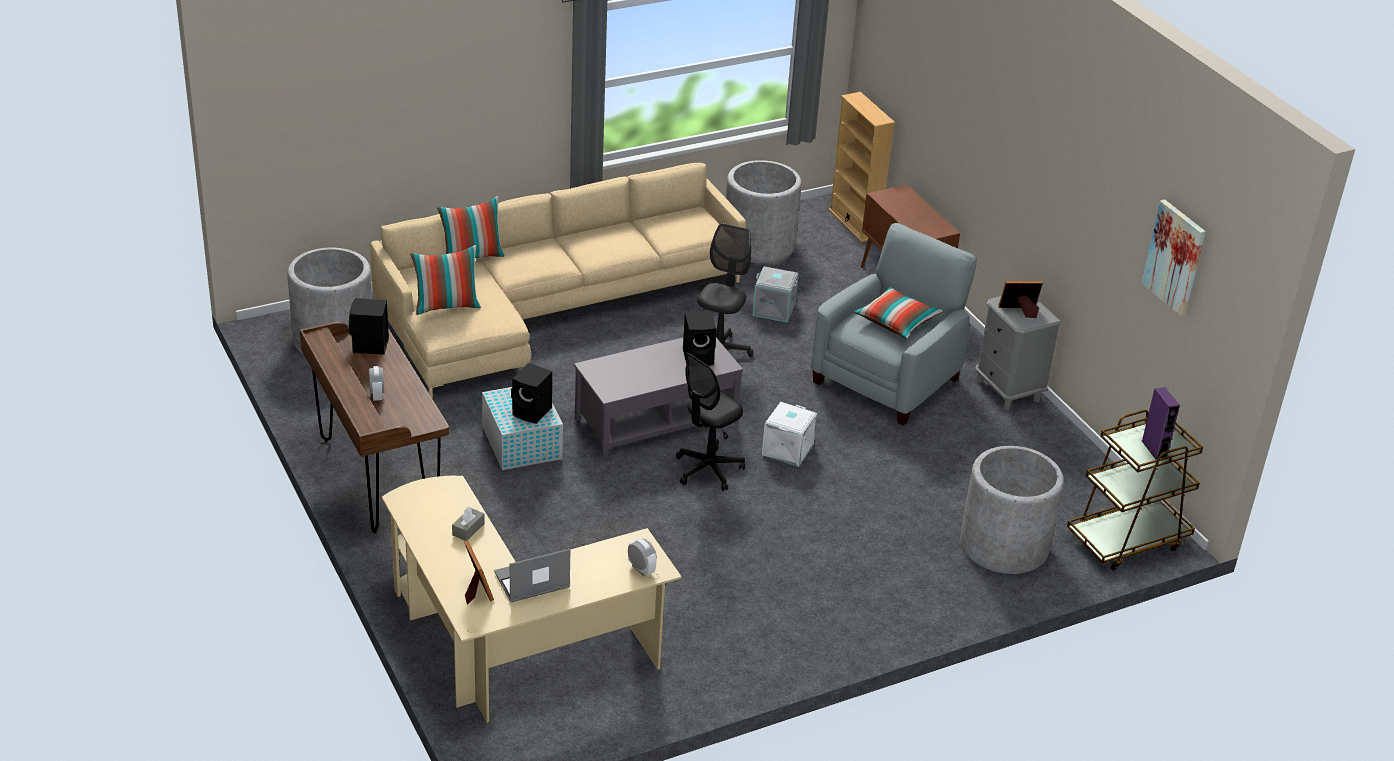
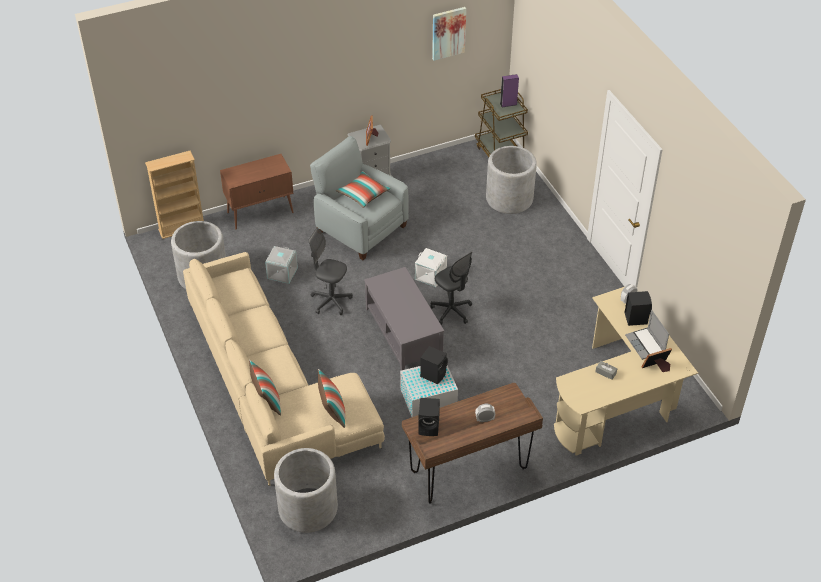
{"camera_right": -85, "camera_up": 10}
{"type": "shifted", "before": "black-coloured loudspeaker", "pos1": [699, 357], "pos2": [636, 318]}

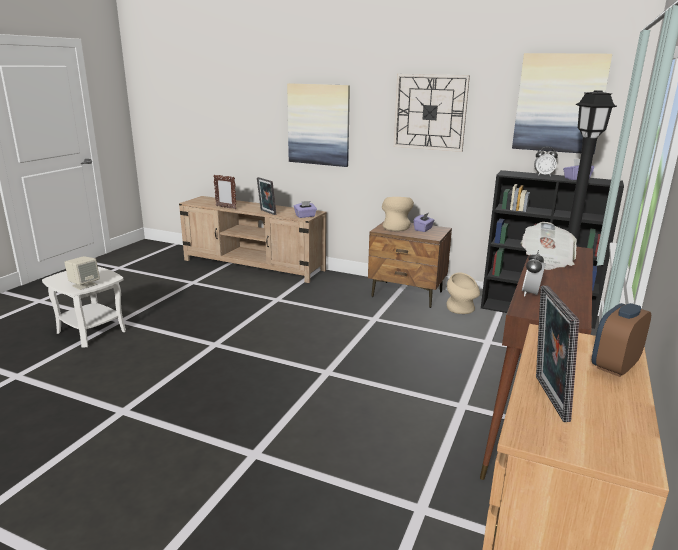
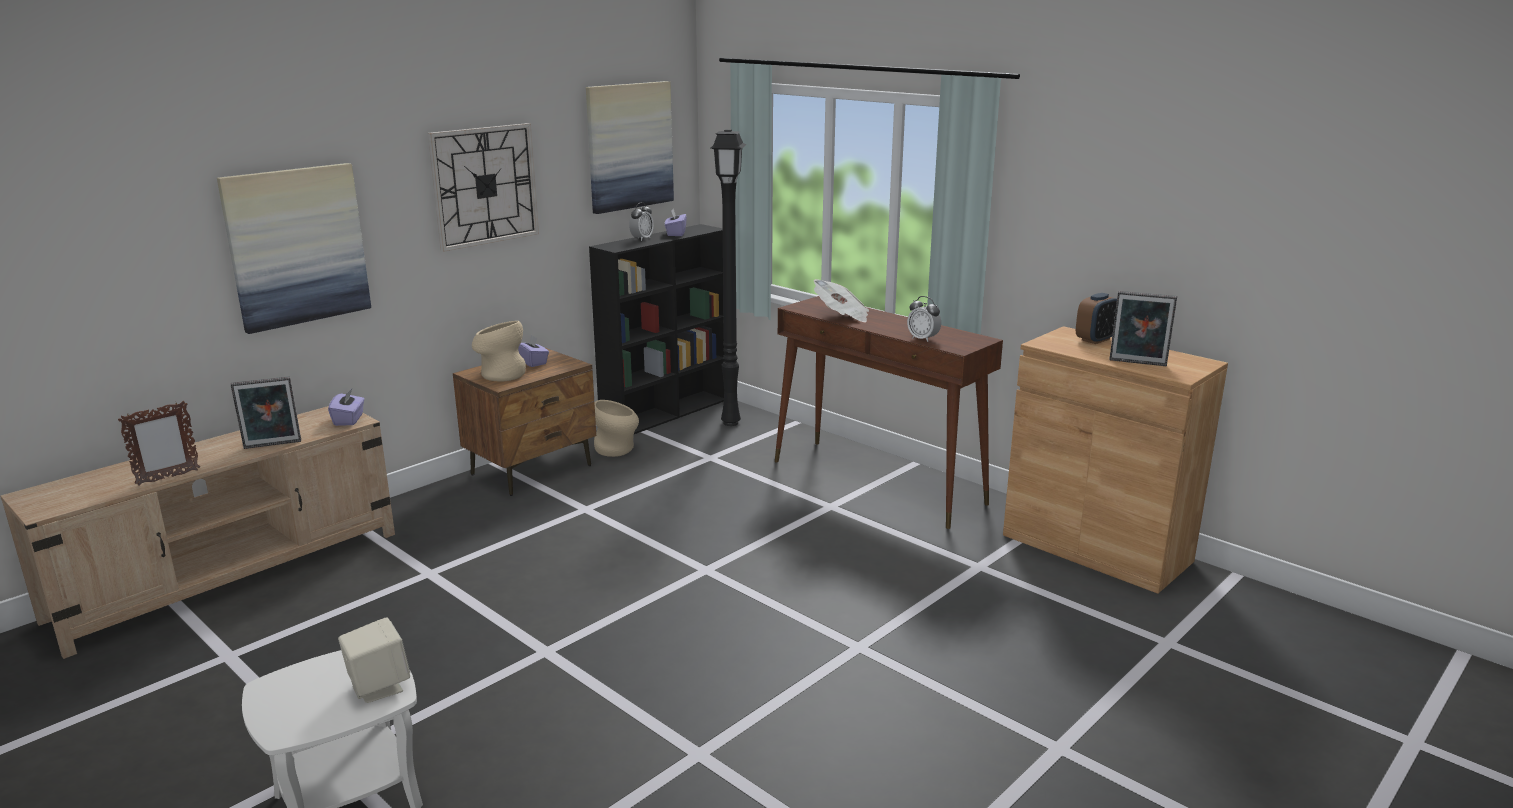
{"camera_right": -70, "camera_up": 0}
{"type": "rotated", "before": "bedside clock", "pos1": [614, 366], "pos2": [1095, 339], "turn": -105}

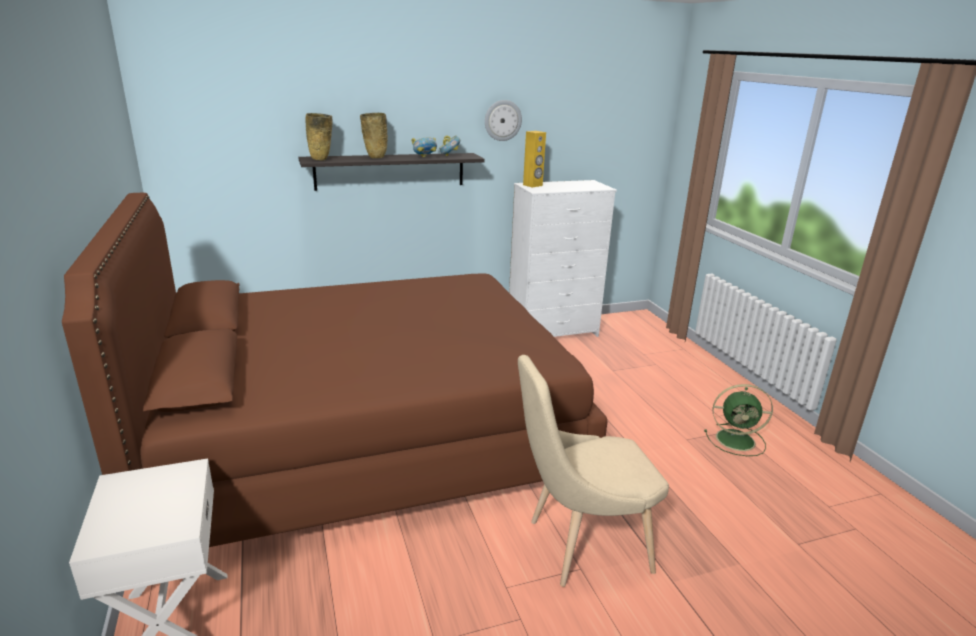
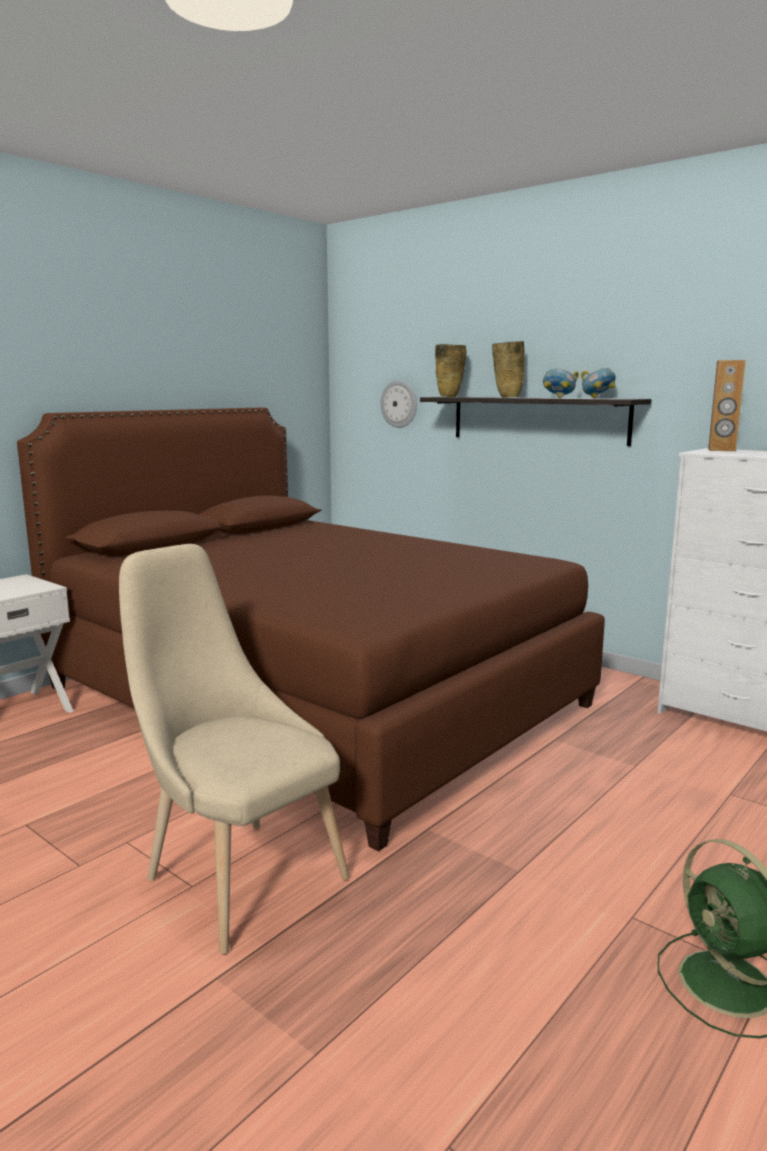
{"camera_right": 60, "camera_up": -10}
{"type": "shifted", "before": "clock on the wall", "pos1": [502, 120], "pos2": [399, 404]}
{"type": "repainted", "before": "yellow-coloured loudspeaker", "after": "brownish loudspeaker", "pos1": [533, 185], "pos2": [721, 450]}

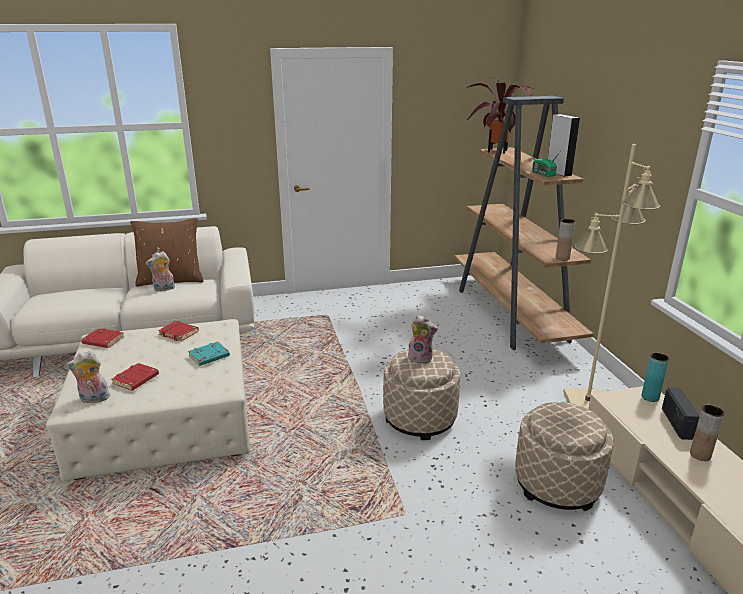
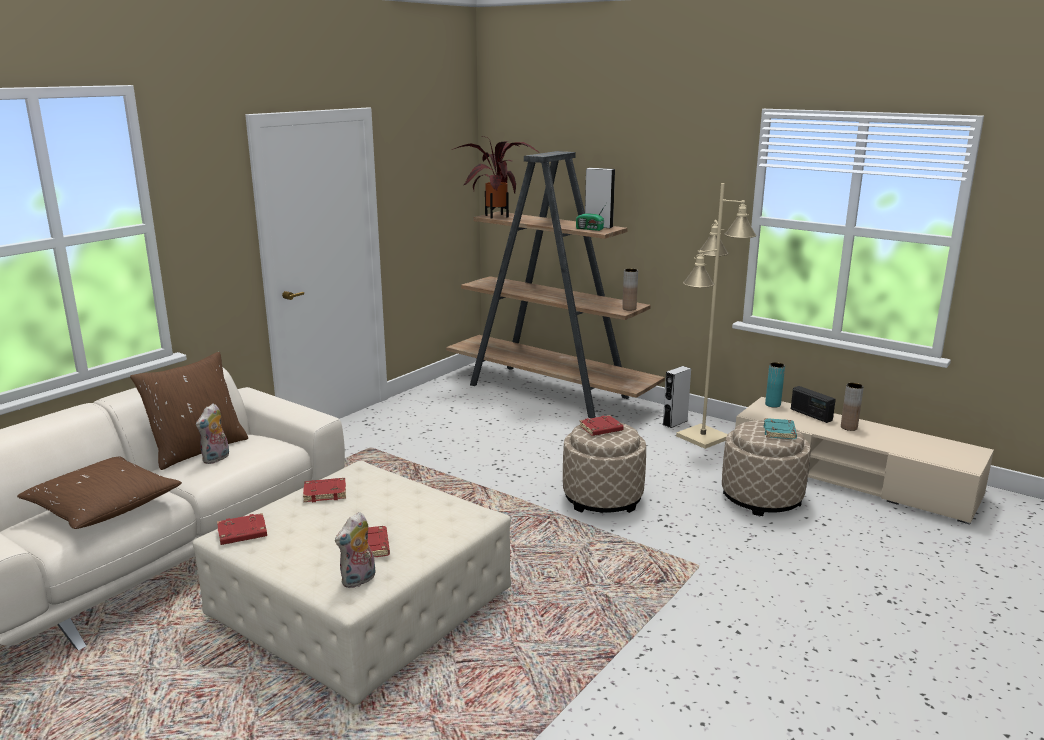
{"camera_right": -40, "camera_up": -5}
{"type": "new", "after": "brownish cushion", "pos2": [103, 506]}
{"type": "new", "after": "greyish loudspeaker", "pos2": [675, 422]}
{"type": "shifted", "before": "turquoise-coloured volume", "pos1": [209, 357], "pos2": [780, 432]}
{"type": "swapped", "before": "plush toy", "after": "reddish volume", "pos1": [421, 358], "pos2": [601, 429]}

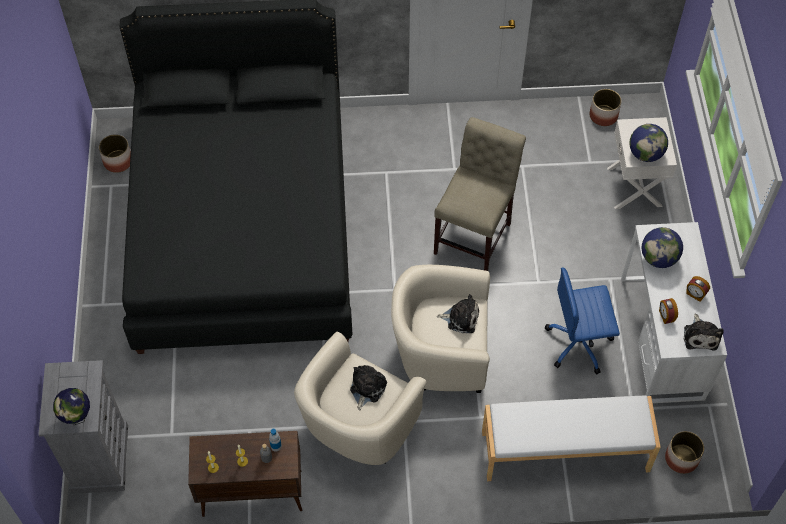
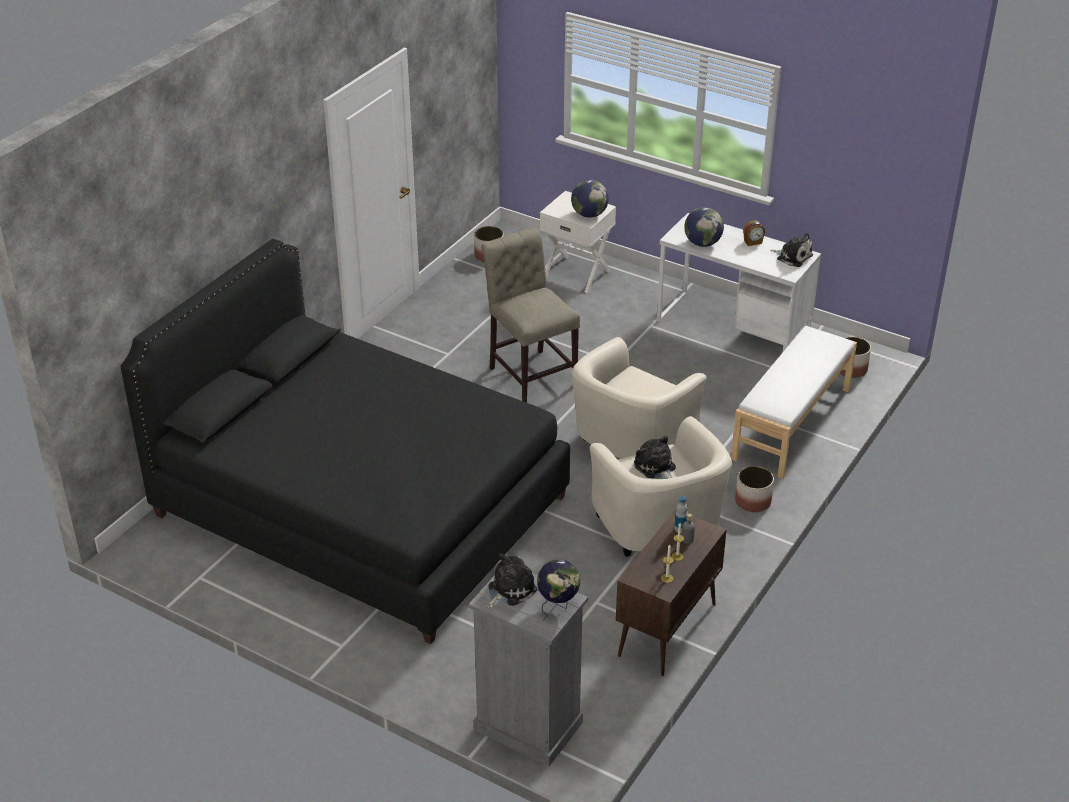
{"camera_right": -55, "camera_up": -20}
{"type": "gone", "before": "blue computer chair", "pos1": [579, 343]}
{"type": "gone", "before": "bedside clock", "pos1": [666, 316]}
{"type": "shifted", "before": "plant pot", "pos1": [118, 161], "pos2": [752, 501]}
{"type": "shifted", "before": "plush toy", "pos1": [461, 318], "pos2": [509, 589]}

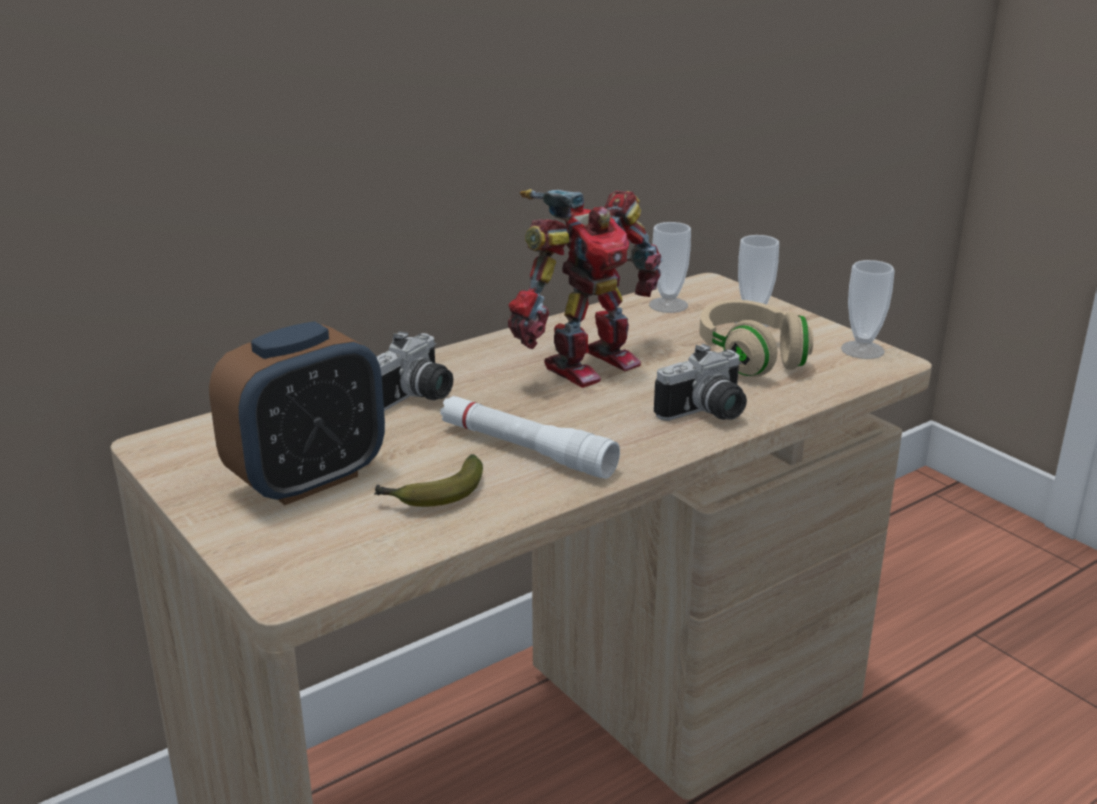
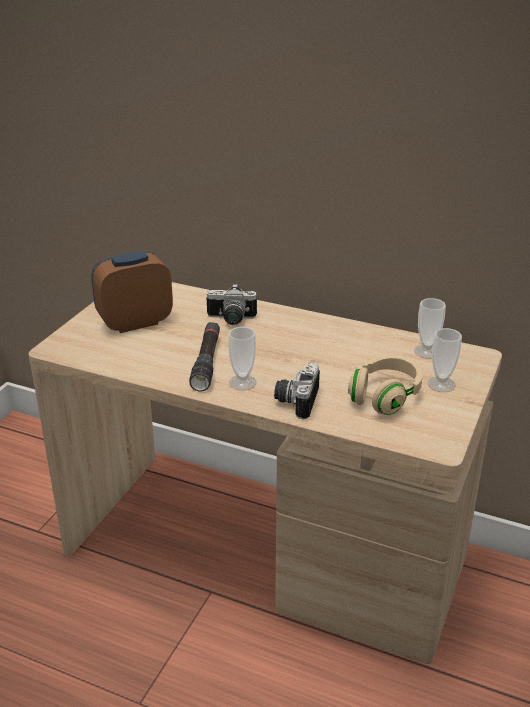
{"camera_right": 60, "camera_up": 5}
{"type": "gone", "before": "whole banana", "pos1": [433, 495]}
{"type": "gone", "before": "model robot", "pos1": [586, 364]}
{"type": "shifted", "before": "drinking cup", "pos1": [862, 350], "pos2": [242, 382]}
{"type": "repainted", "before": "whitish torch", "after": "black-coloured torch", "pos1": [526, 450], "pos2": [207, 362]}
{"type": "rotated", "before": "bedside clock", "pos1": [307, 480], "pos2": [135, 322], "turn": 135}
{"type": "rotated", "before": "photo camera", "pos1": [707, 414], "pos2": [295, 401], "turn": 75}

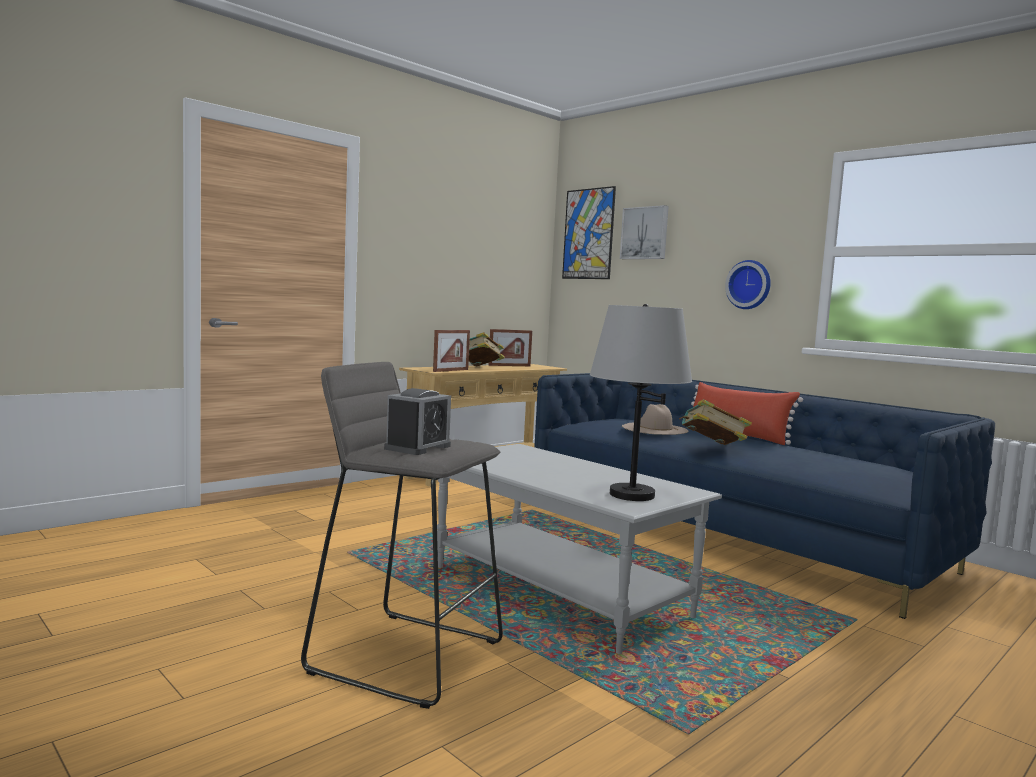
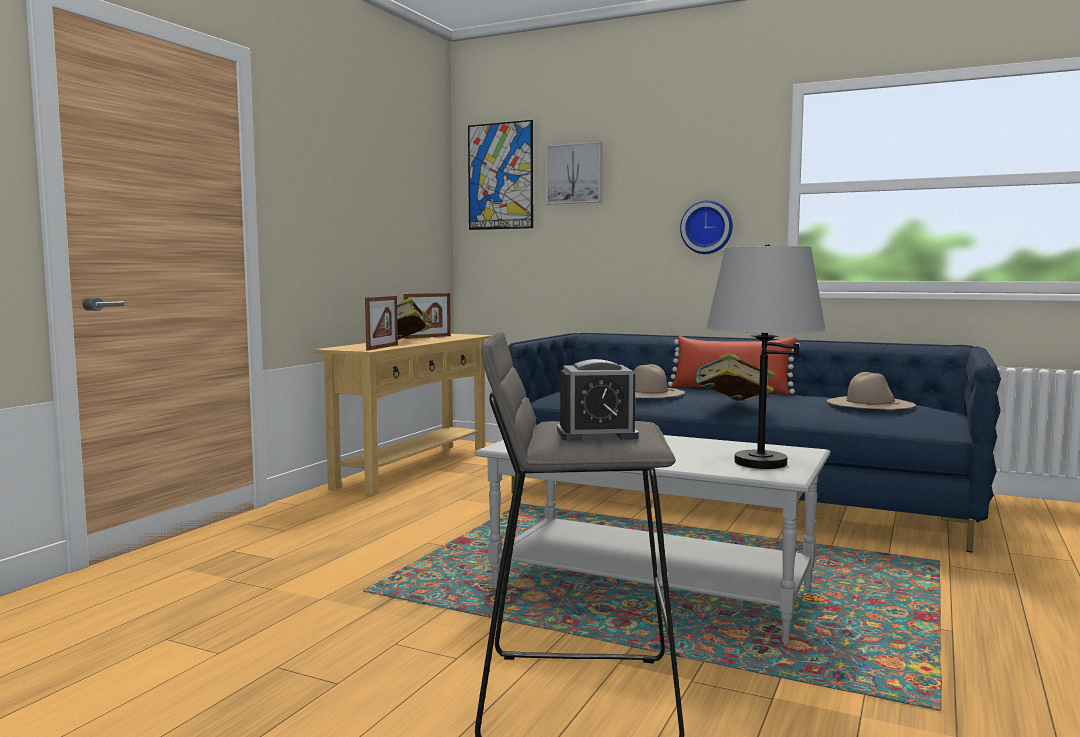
{"camera_right": -20, "camera_up": 0}
{"type": "new", "after": "beige-coloured clothing hat", "pos2": [870, 403]}
{"type": "rotated", "before": "bedside clock", "pos1": [418, 447], "pos2": [596, 434], "turn": 75}

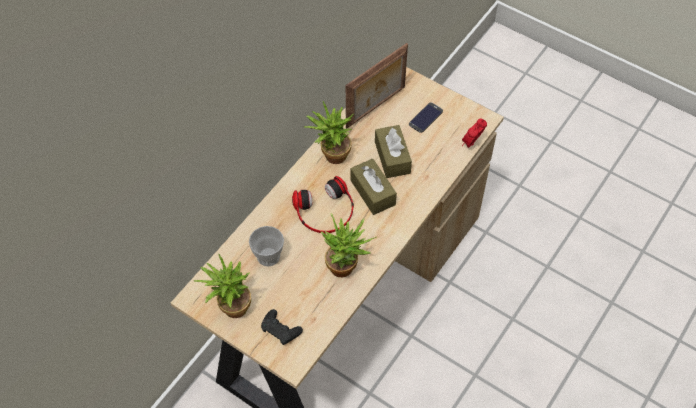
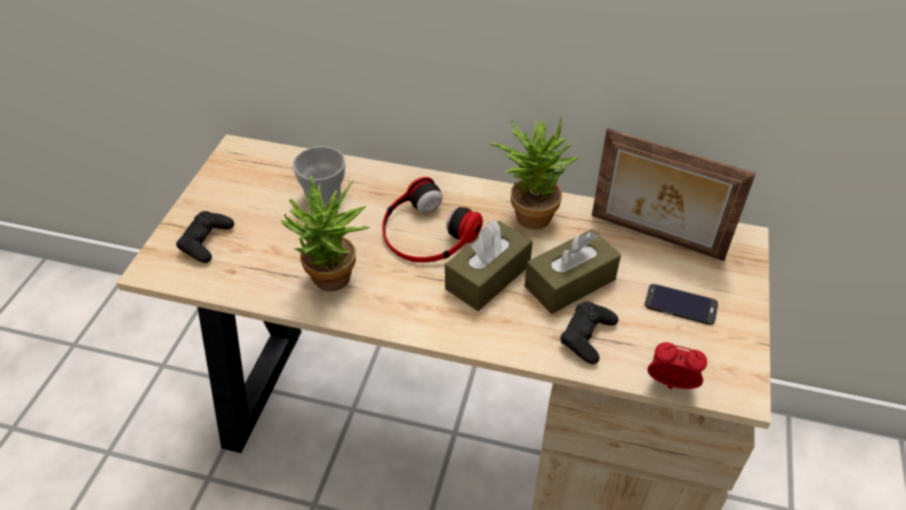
{"camera_right": 70, "camera_up": -10}
{"type": "gone", "before": "potted plant", "pos1": [230, 308]}
{"type": "new", "after": "black-coloured joypad", "pos2": [587, 336]}

